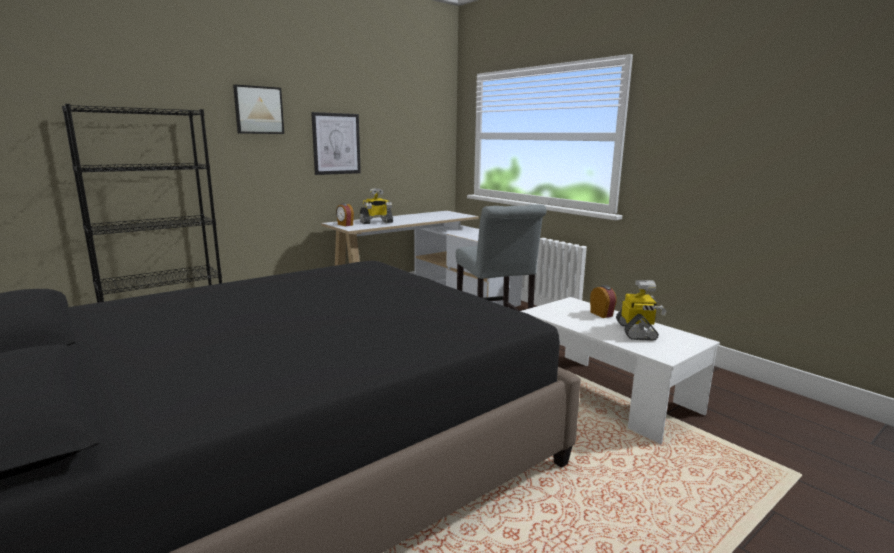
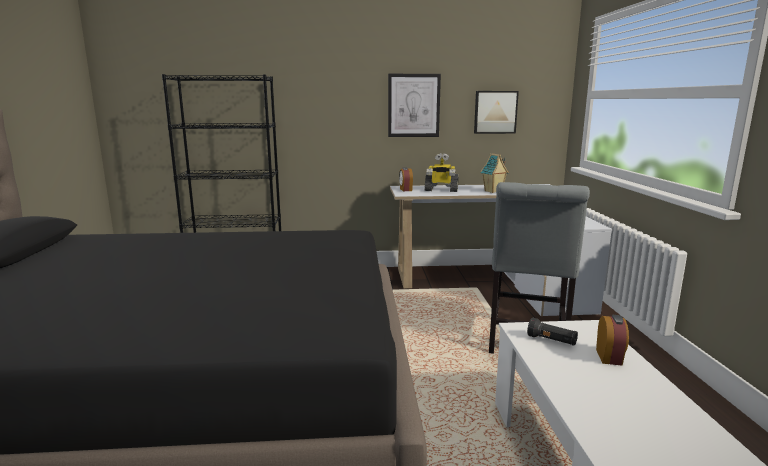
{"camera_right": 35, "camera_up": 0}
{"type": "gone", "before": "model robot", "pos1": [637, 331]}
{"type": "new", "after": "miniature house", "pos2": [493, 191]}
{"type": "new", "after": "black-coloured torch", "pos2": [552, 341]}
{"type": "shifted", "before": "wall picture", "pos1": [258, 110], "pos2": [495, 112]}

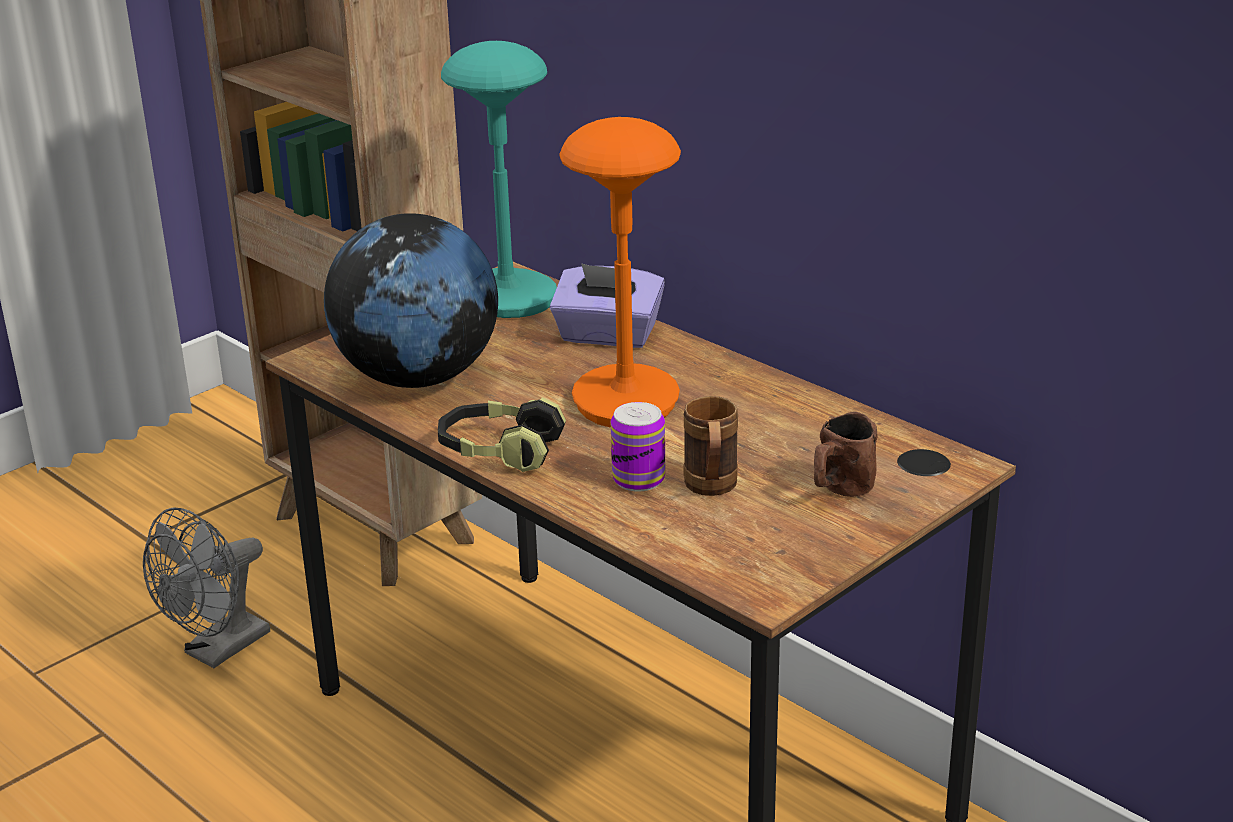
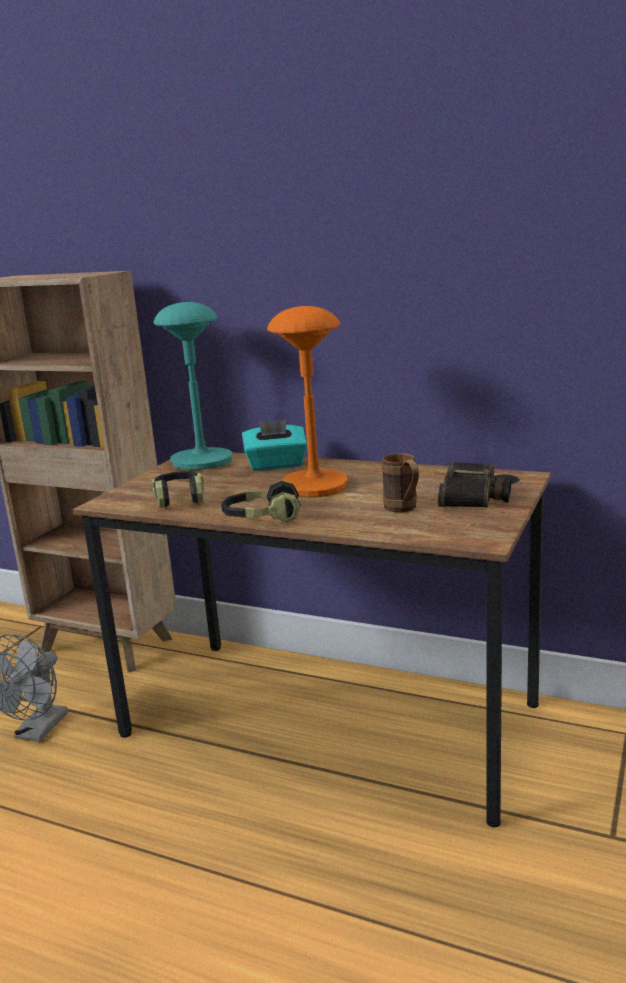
{"camera_right": -20, "camera_up": -10}
{"type": "gone", "before": "can", "pos1": [638, 479]}
{"type": "swapped", "before": "desk globe", "after": "headset", "pos1": [417, 377], "pos2": [179, 499]}
{"type": "swapped", "before": "brownish tea mug", "after": "field glasses", "pos1": [839, 491], "pos2": [474, 496]}
{"type": "repainted", "before": "purple-coloured box of tissues", "after": "turquoise-coloured box of tissues", "pos1": [608, 336], "pos2": [276, 465]}

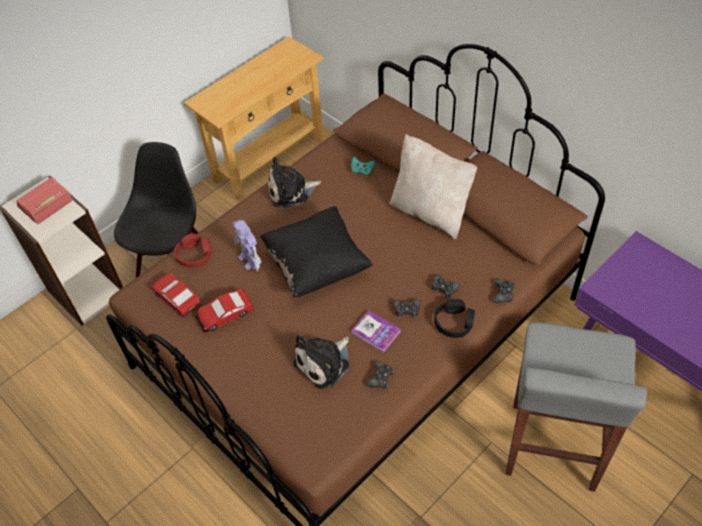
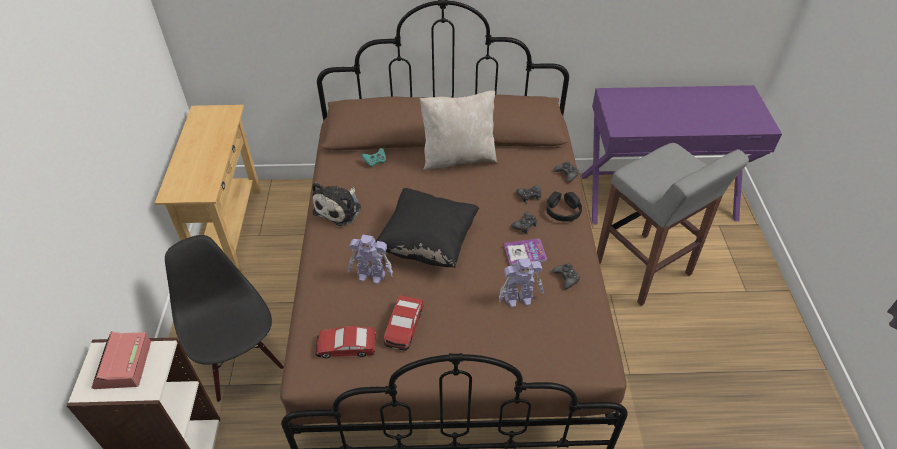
{"camera_right": -50, "camera_up": -5}
{"type": "gone", "before": "reddish headset", "pos1": [194, 255]}
{"type": "swapped", "before": "plush toy", "after": "model robot", "pos1": [324, 363], "pos2": [519, 299]}

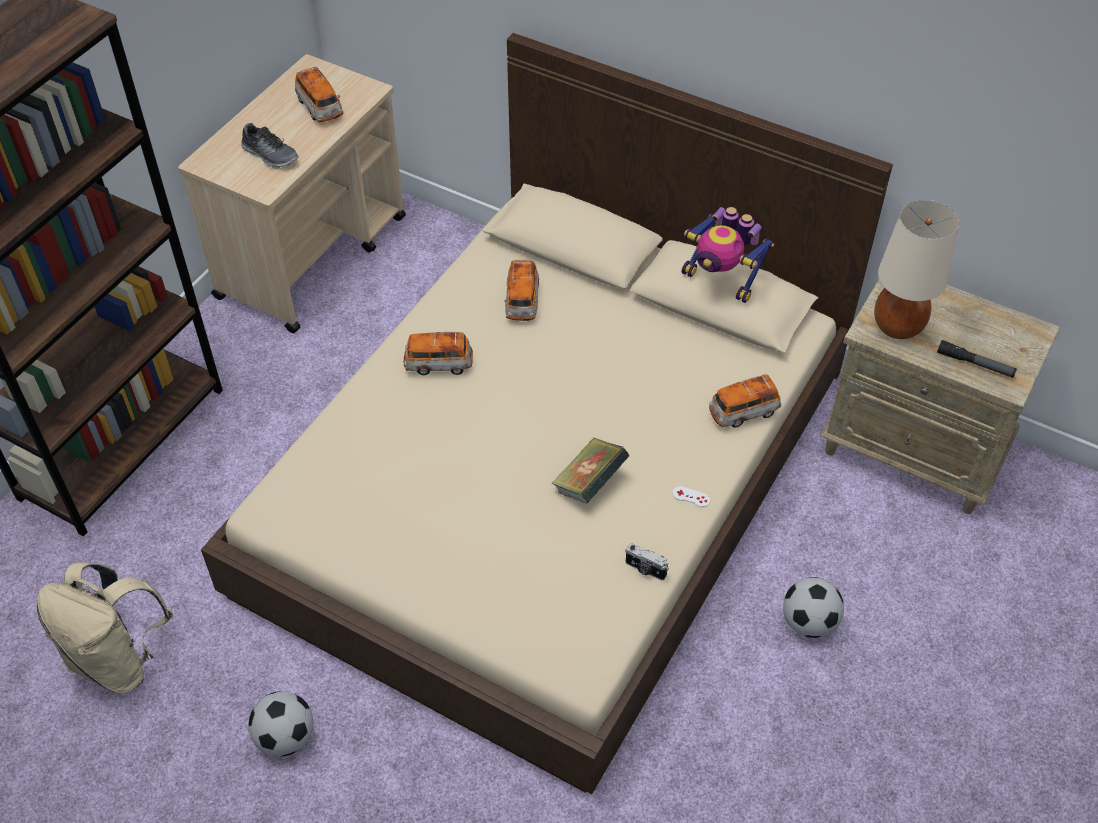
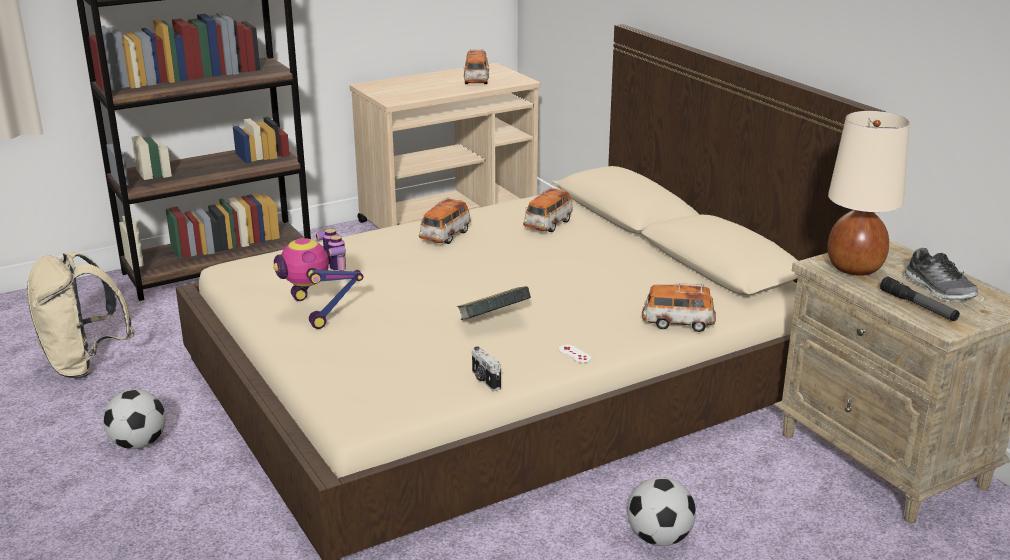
{"camera_right": 30, "camera_up": -25}
{"type": "shifted", "before": "item of footwear", "pos1": [270, 155], "pos2": [938, 290]}
{"type": "shifted", "before": "model robot", "pos1": [721, 280], "pos2": [319, 310]}
{"type": "rotated", "before": "toy car", "pos1": [438, 364], "pos2": [445, 236], "turn": -90}

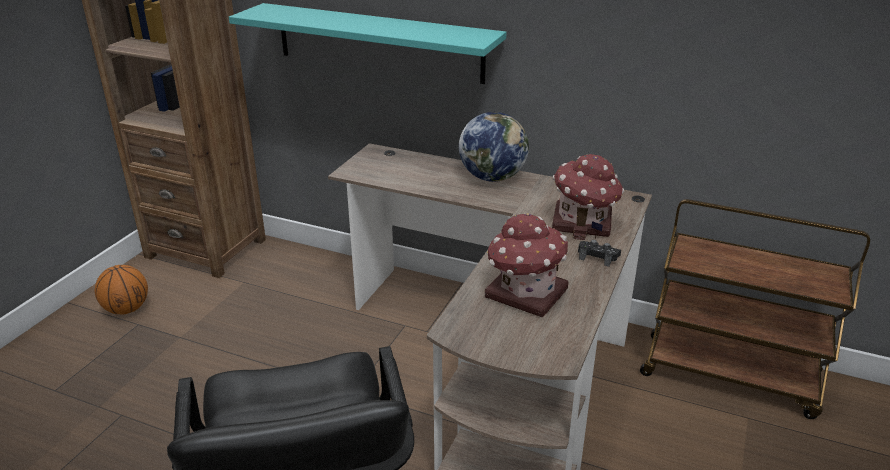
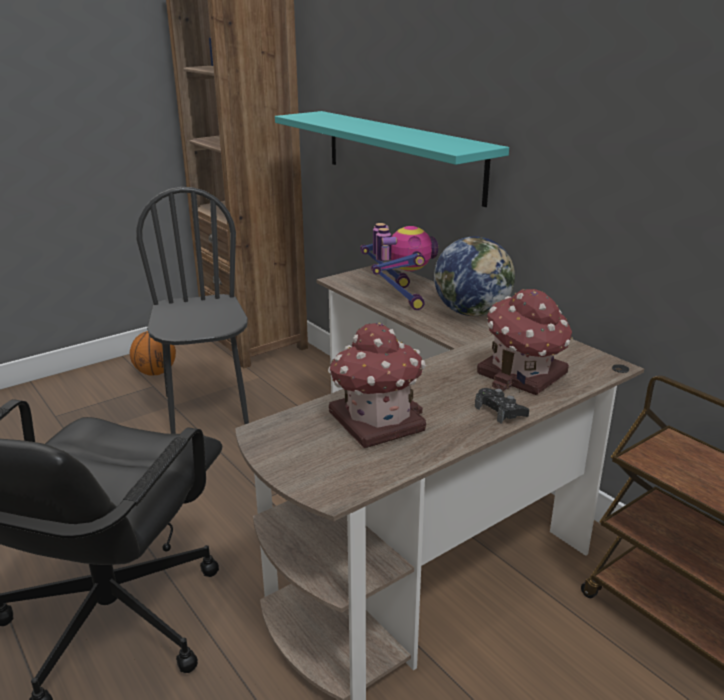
{"camera_right": 30, "camera_up": -5}
{"type": "new", "after": "black-coloured plain chair", "pos2": [207, 409]}
{"type": "new", "after": "model robot", "pos2": [399, 297]}

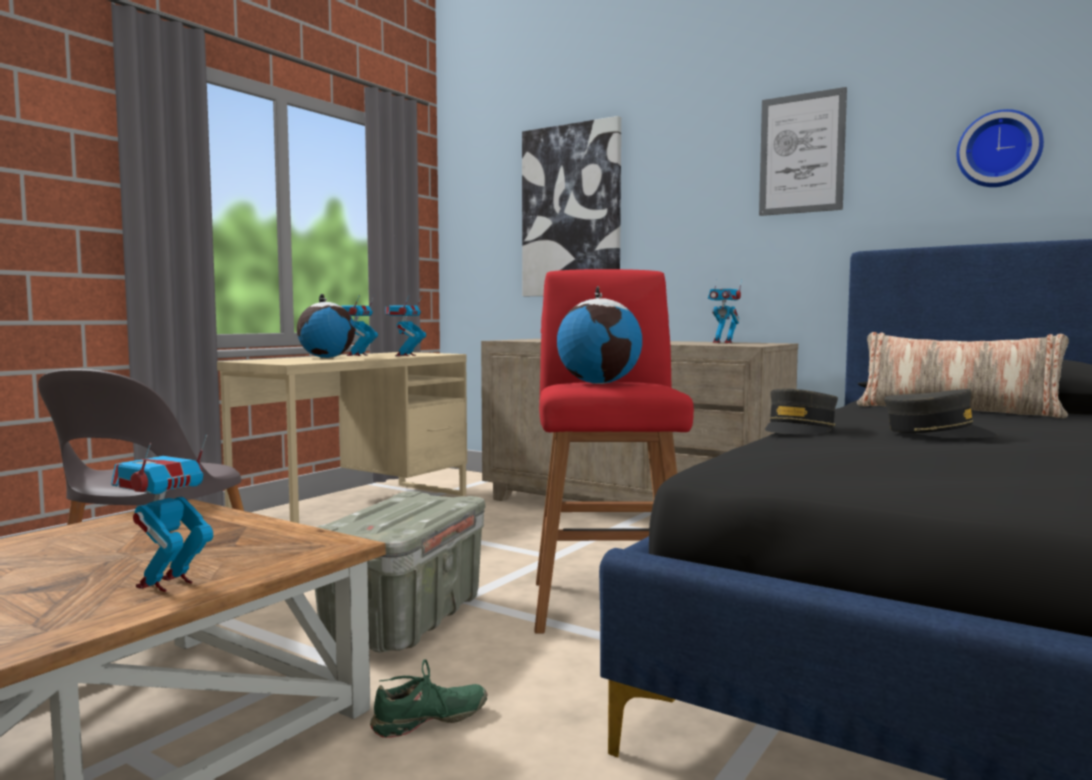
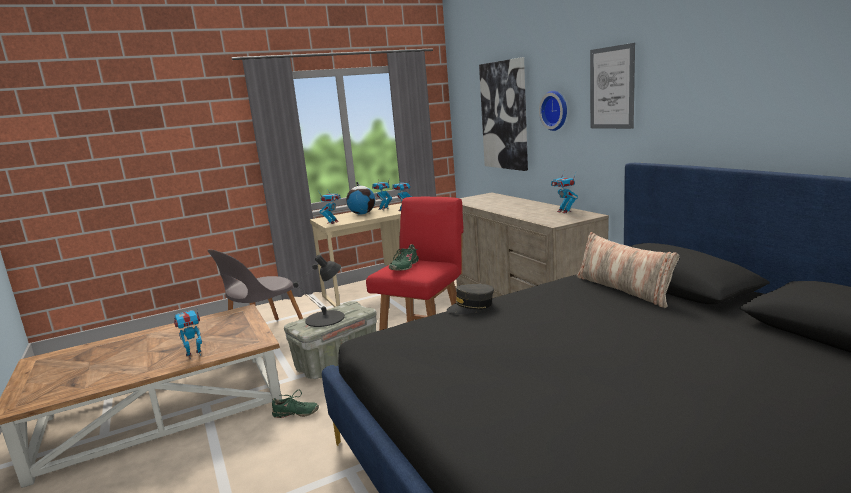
{"camera_right": 30, "camera_up": 10}
{"type": "gone", "before": "greyish cap", "pos1": [937, 433]}
{"type": "new", "after": "black-coloured table lamp", "pos2": [325, 318]}
{"type": "new", "after": "model robot", "pos2": [332, 222]}
{"type": "shifted", "before": "clock on the wall", "pos1": [999, 149], "pos2": [555, 110]}
{"type": "swapped", "before": "desk globe", "after": "green item of footwear", "pos1": [599, 383], "pos2": [404, 266]}

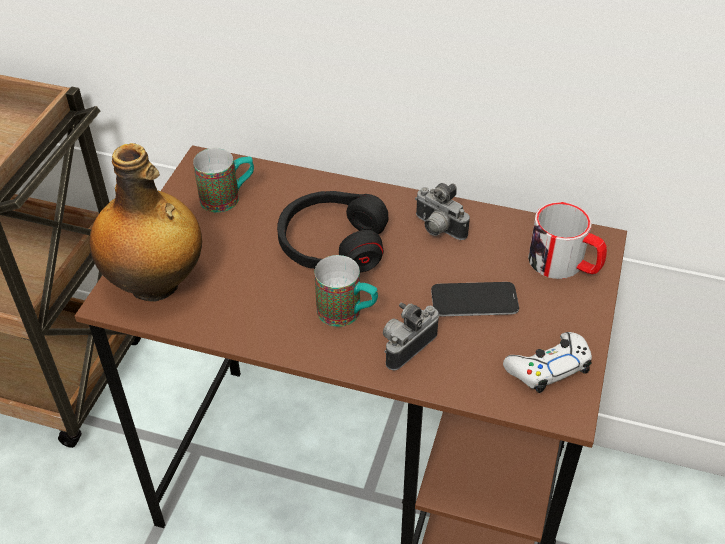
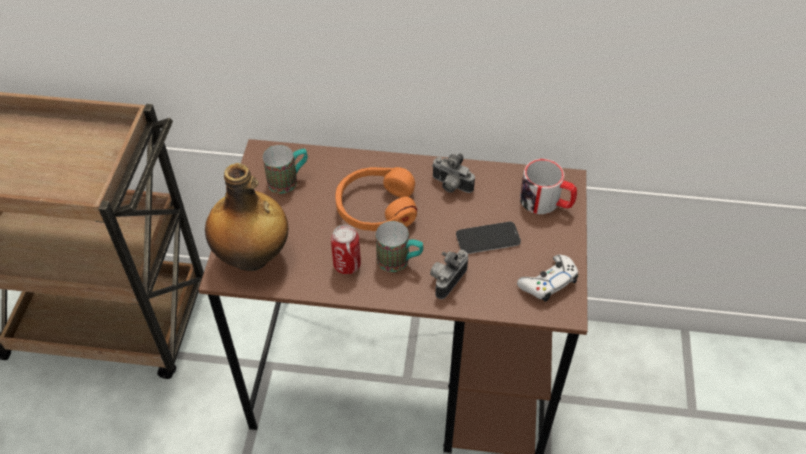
{"camera_right": -10, "camera_up": 5}
{"type": "new", "after": "can", "pos2": [347, 265]}
{"type": "repainted", "before": "black-coloured headset", "after": "orange-coloured headset", "pos1": [332, 244], "pos2": [376, 207]}

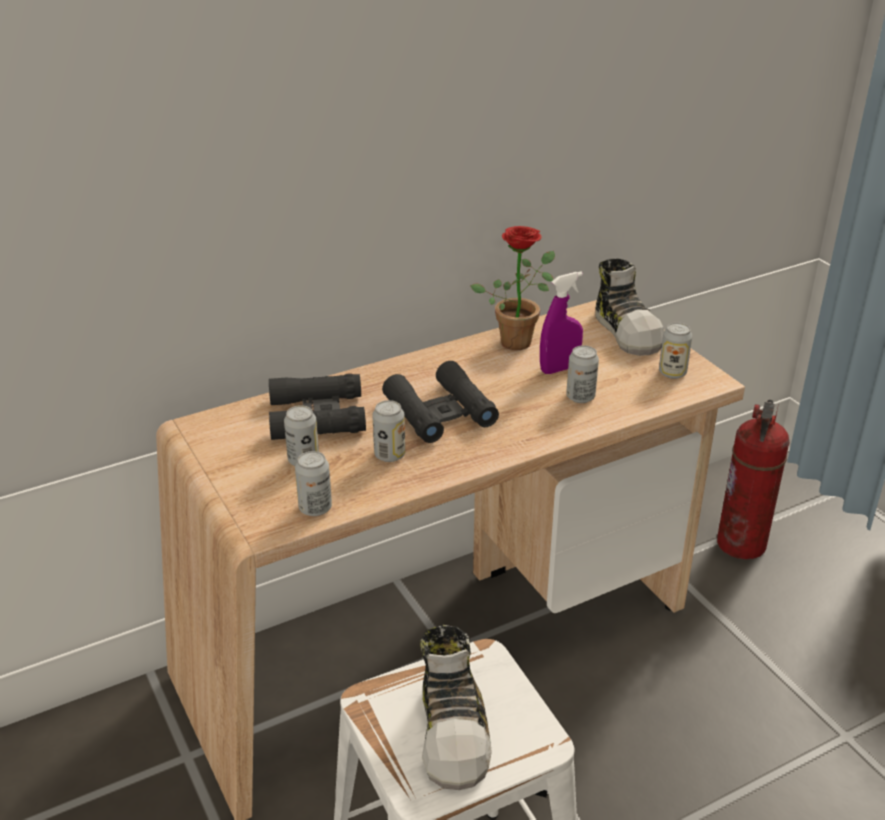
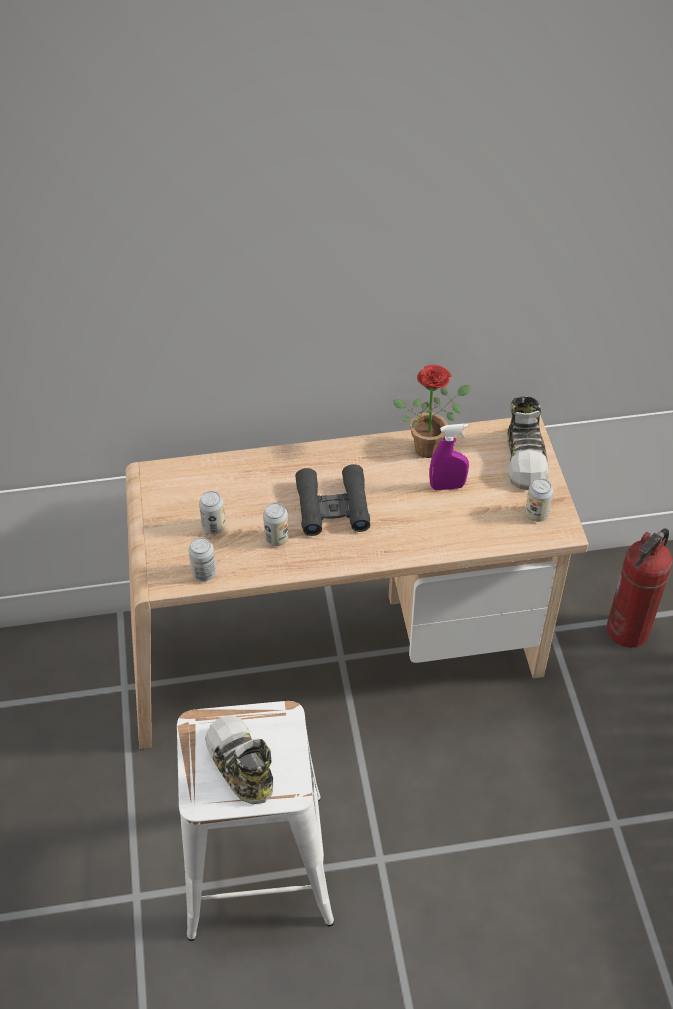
{"camera_right": 20, "camera_up": 15}
{"type": "gone", "before": "black-coloured field glasses", "pos1": [317, 416]}
{"type": "gone", "before": "can", "pos1": [580, 397]}
{"type": "rotated", "before": "item of footwear", "pos1": [455, 732], "pos2": [240, 765], "turn": 135}

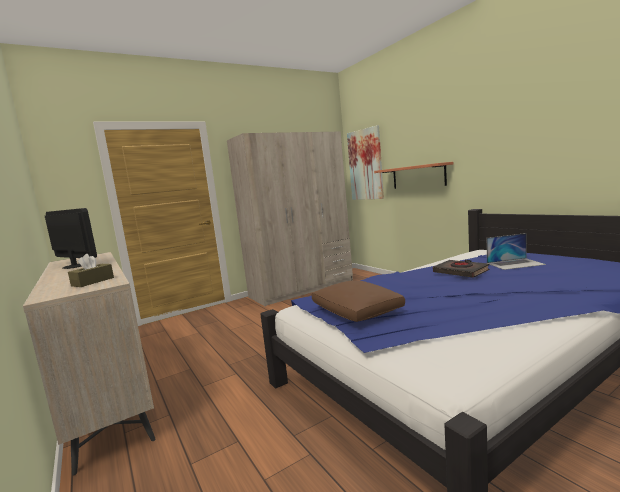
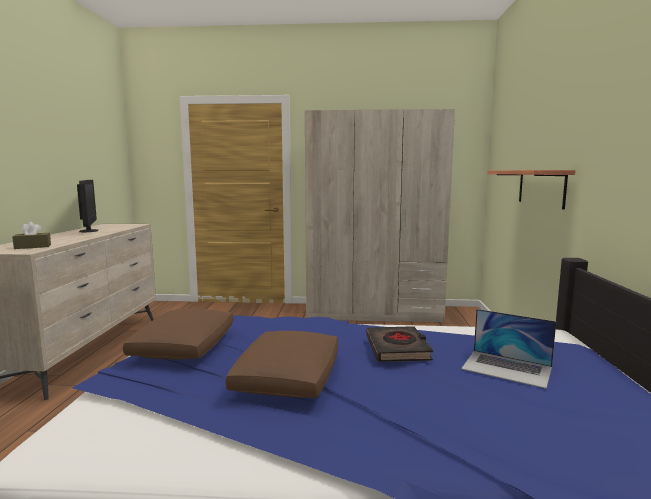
{"camera_right": 35, "camera_up": 0}
{"type": "gone", "before": "wall picture", "pos1": [365, 164]}
{"type": "new", "after": "brownish cushion", "pos2": [288, 379]}

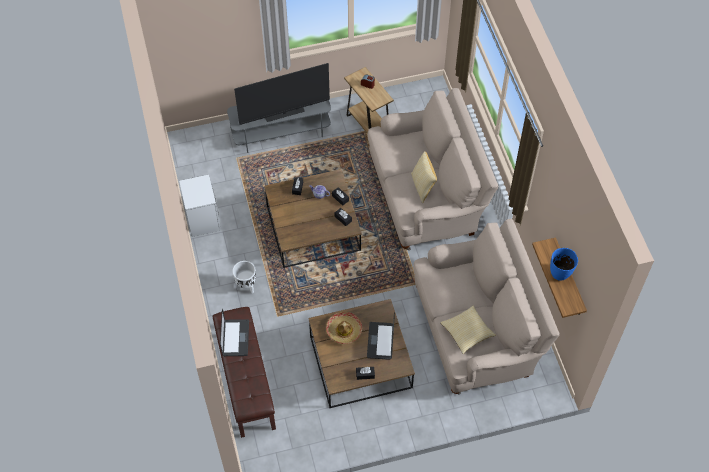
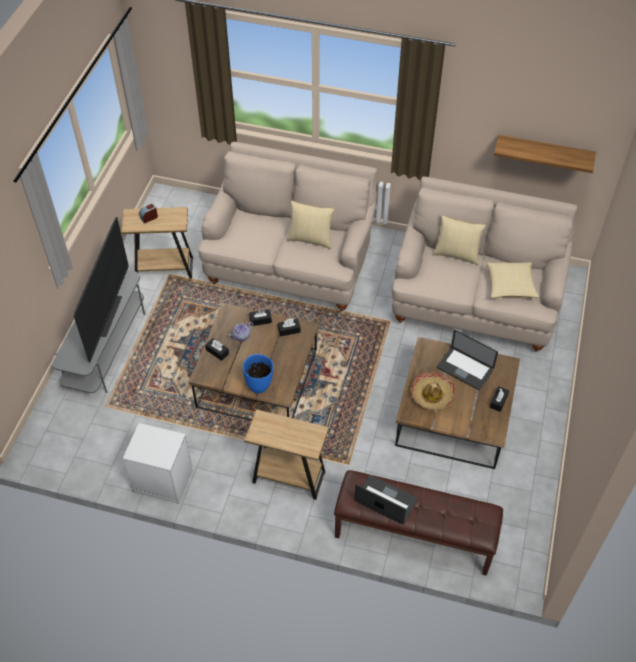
{"camera_right": -60, "camera_up": -5}
{"type": "new", "after": "cushion", "pos2": [457, 254]}
{"type": "shifted", "before": "blue vase", "pos1": [560, 274], "pos2": [259, 386]}
{"type": "swapped", "before": "whitish plant pot", "after": "brownish side table", "pos1": [246, 286], "pos2": [288, 477]}

